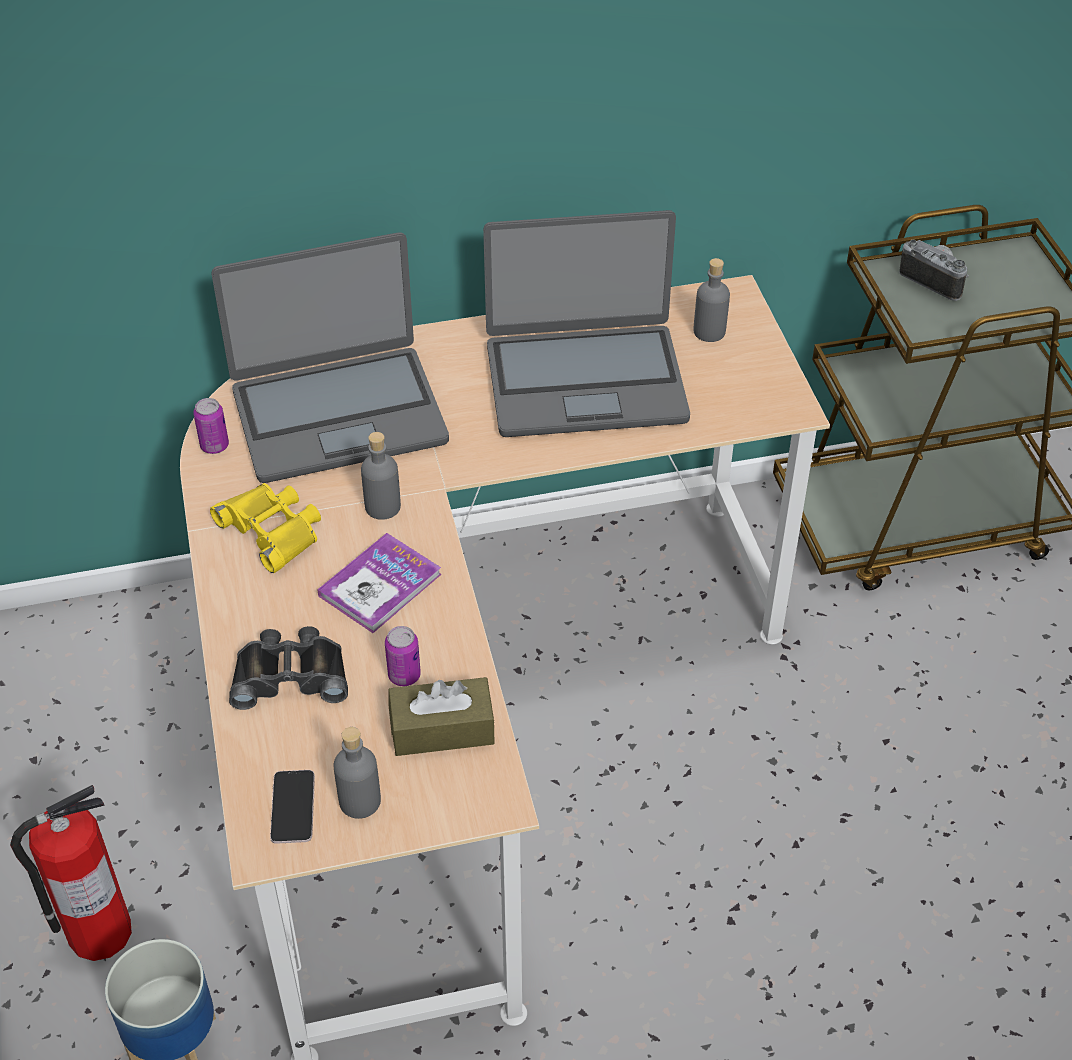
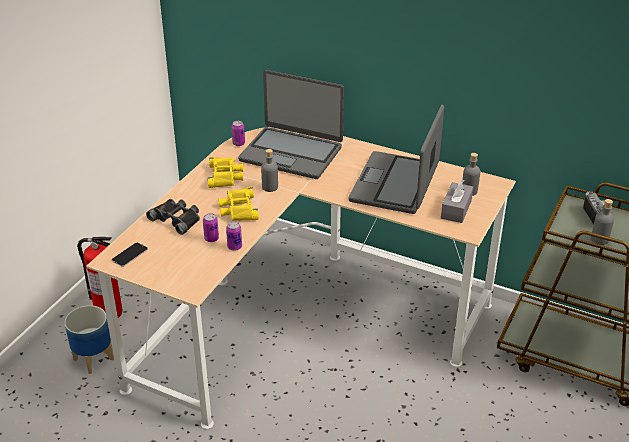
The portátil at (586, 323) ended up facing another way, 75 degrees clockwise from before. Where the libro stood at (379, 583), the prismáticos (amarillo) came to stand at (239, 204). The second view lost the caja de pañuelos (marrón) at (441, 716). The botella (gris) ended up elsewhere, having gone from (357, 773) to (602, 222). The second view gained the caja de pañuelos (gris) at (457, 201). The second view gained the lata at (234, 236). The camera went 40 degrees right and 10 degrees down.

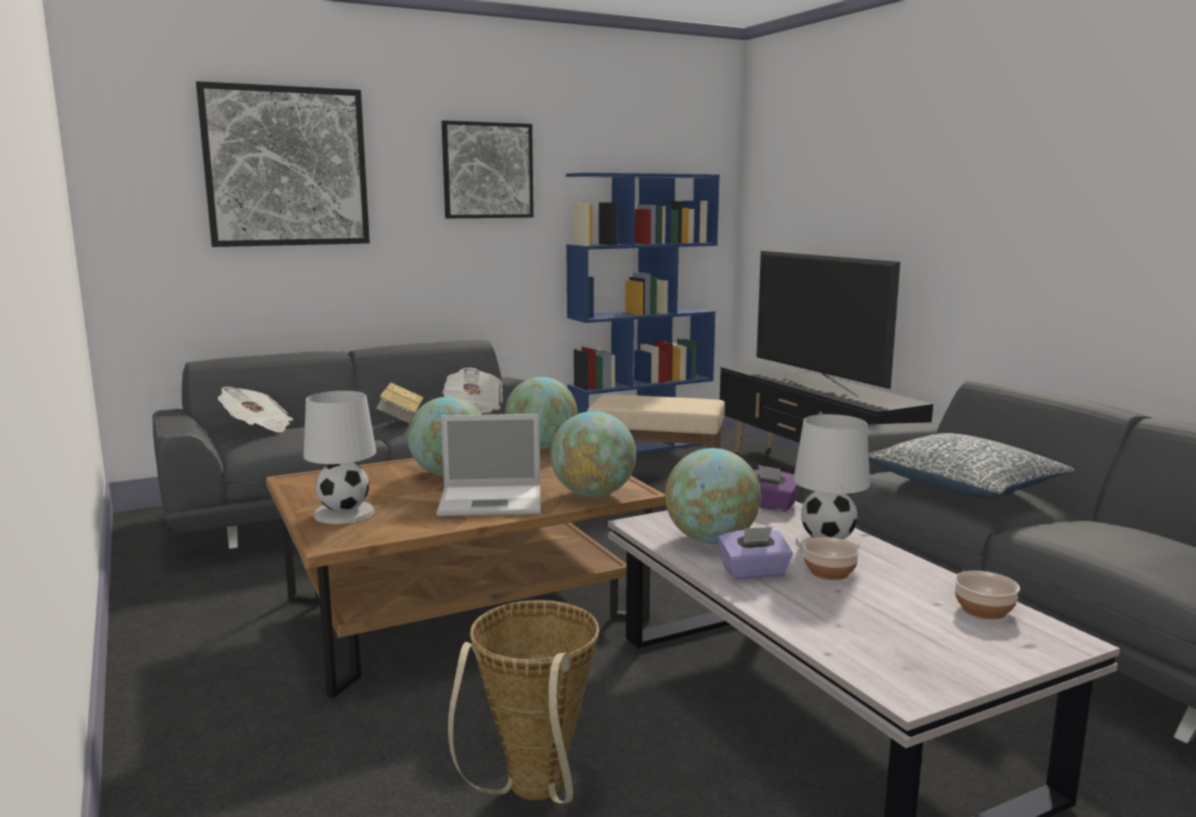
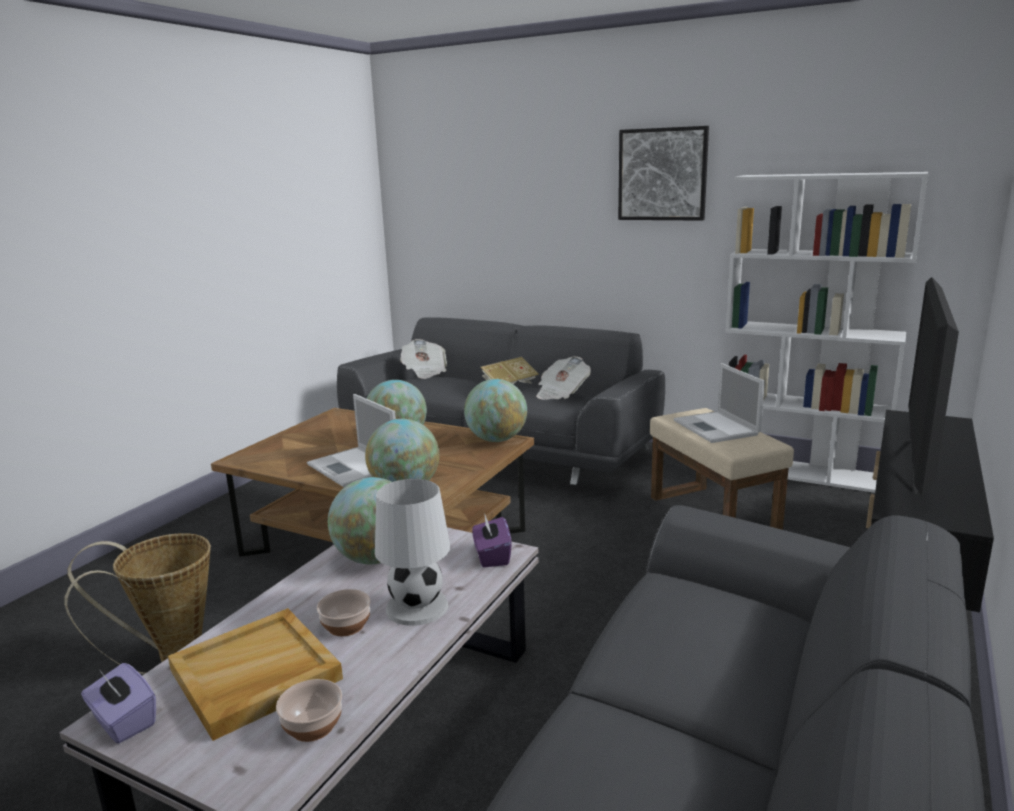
The second view lost the cuadro at (283, 164). What was the estantería (azul) at (643, 313) turned into the estantería (blanco) at (827, 332). The second view lost the lámpara de mesa (blanco) at (339, 457). The second view lost the cojín at (971, 465). The caja de pañuelos (morado) ended up elsewhere, having gone from (755, 553) to (118, 703). The second view gained the portátil at (719, 403). The second view gained the bandeja (beis) at (255, 674). The camera went 55 degrees right and 5 degrees up.

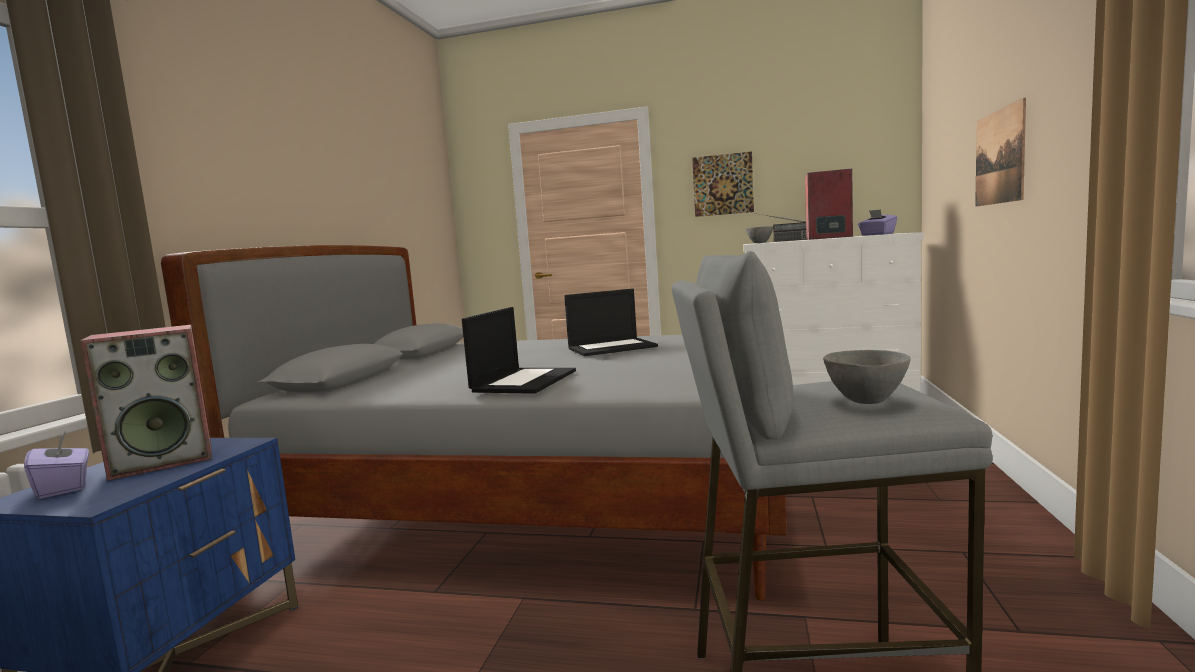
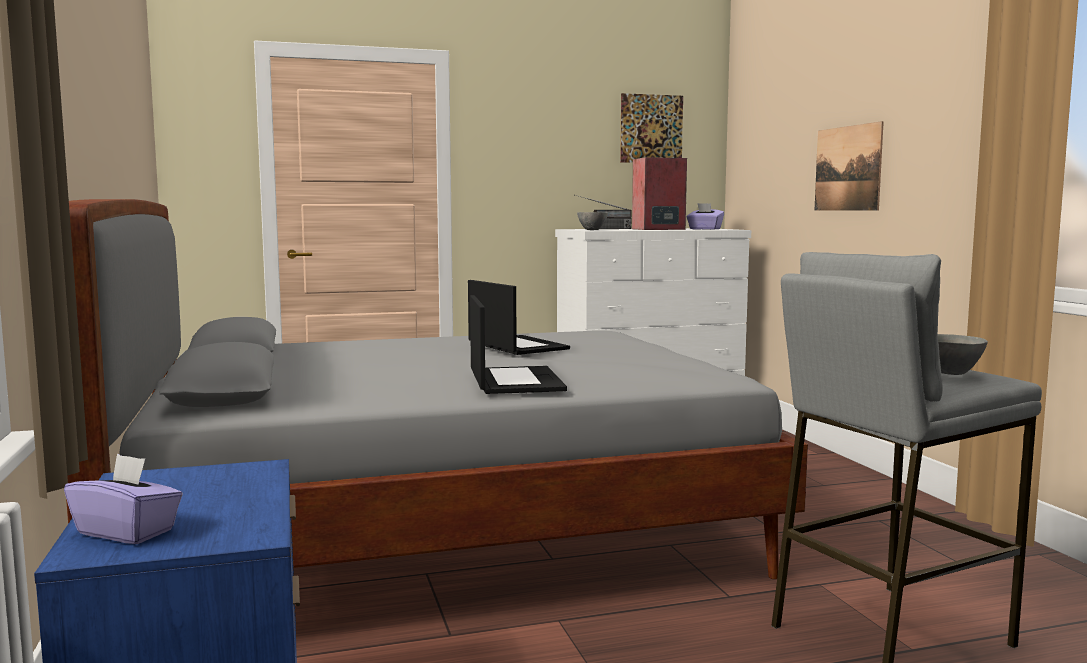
The cuadro ended up elsewhere, having gone from (723, 184) to (651, 128). The portátil at (611, 322) ended up facing another way, 75 degrees counterclockwise from before. The second view lost the altavoz at (146, 403). The camera went 30 degrees left and 0 degrees up.

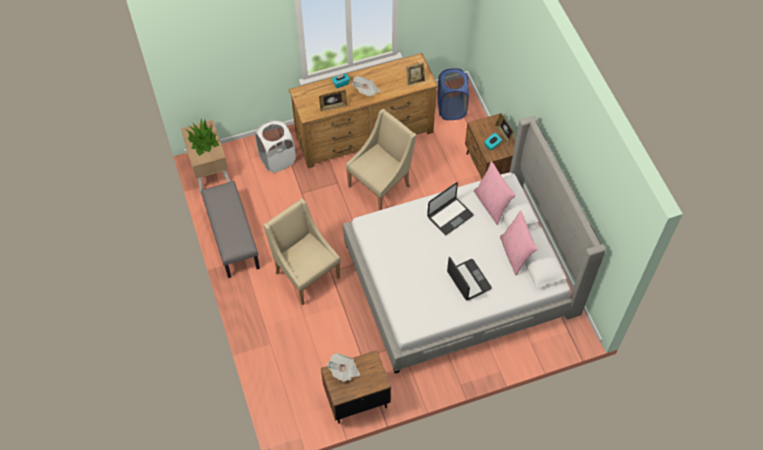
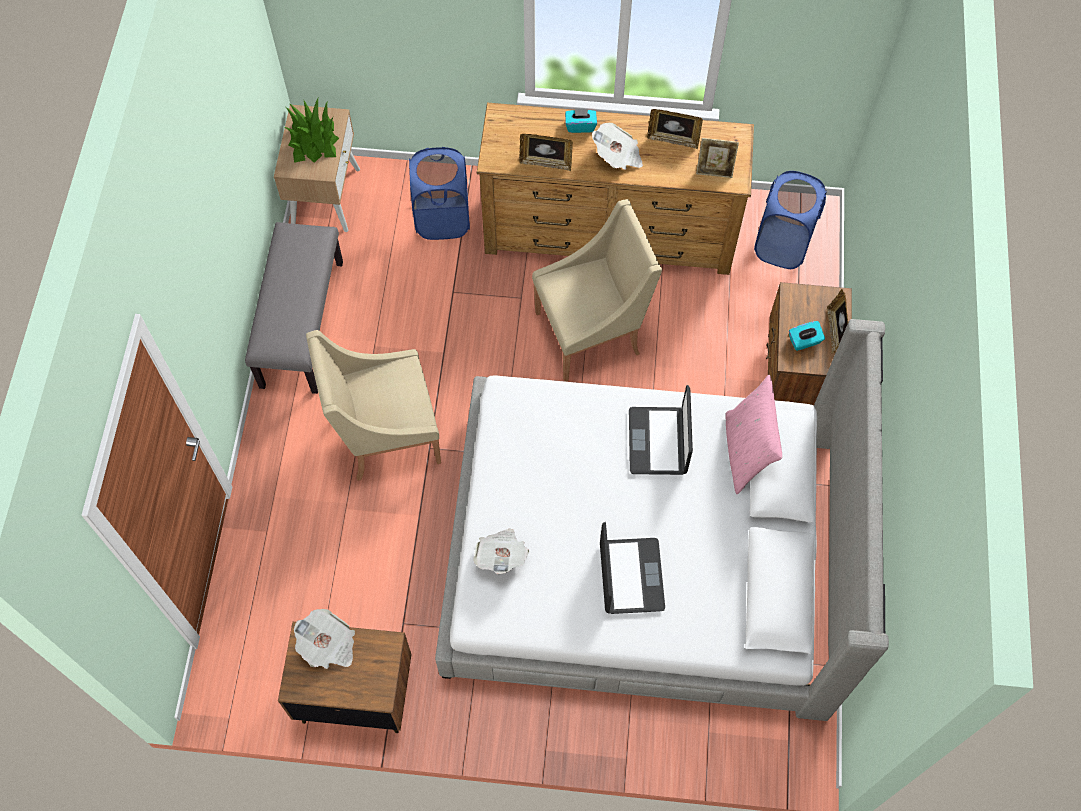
What was the cesto de la ropa (blanco) at (275, 146) turned into the cesto de la ropa (azul) at (439, 193). The portátil at (450, 208) ended up facing another way, 105 degrees clockwise from before. The sillón (beis) at (301, 252) ended up facing another way, 90 degrees counterclockwise from before. The second view lost the cojín (rosa) at (518, 242). The second view gained the portarretratos at (675, 129). The second view gained the periódico at (501, 551). The camera went 25 degrees right and 5 degrees up.

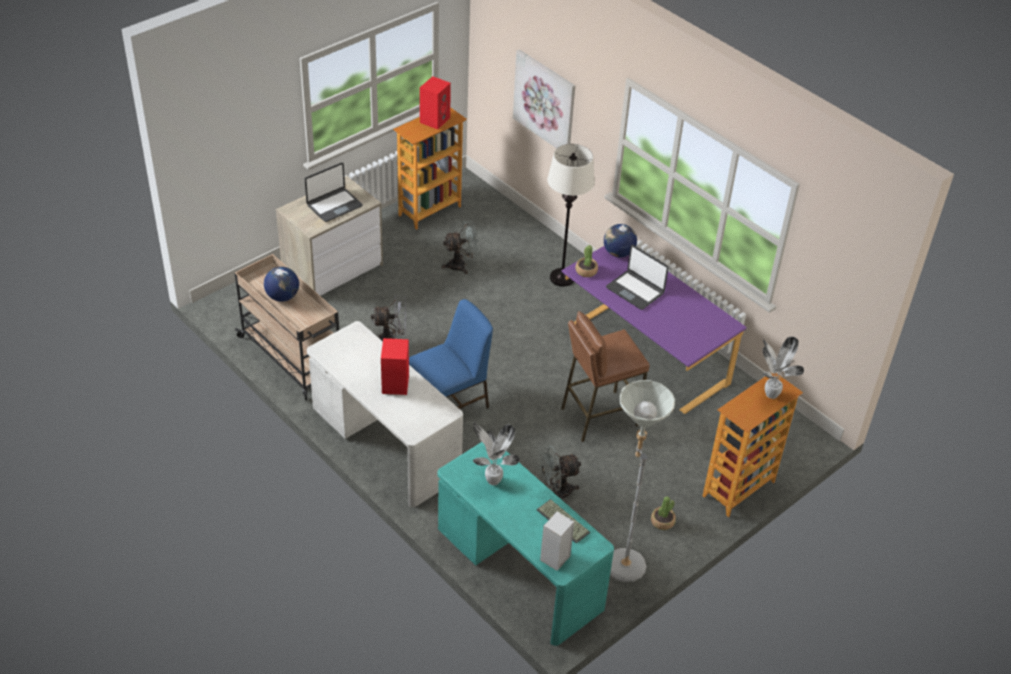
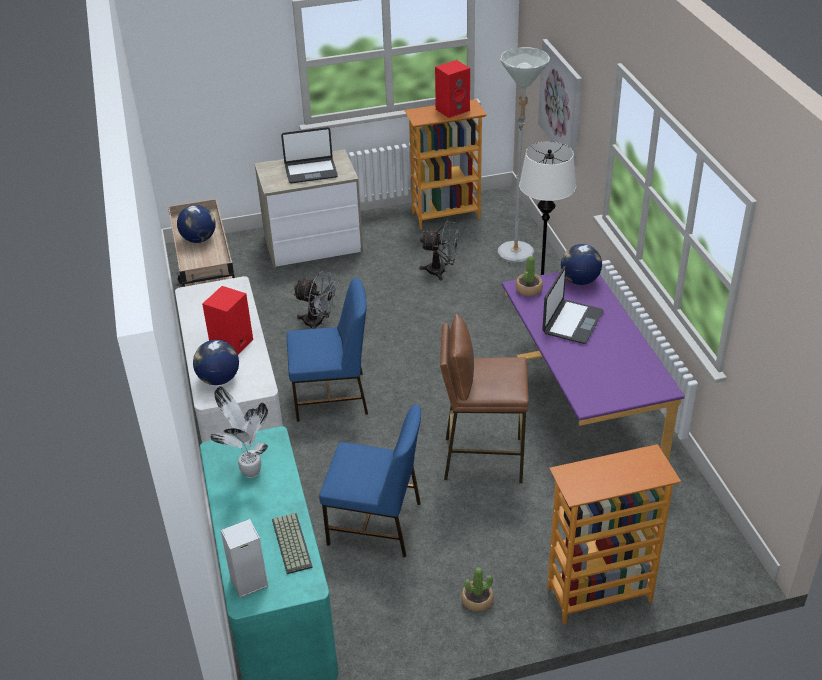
The portátil at (637, 277) ended up facing another way, 135 degrees counterclockwise from before. The second view lost the planta en maceta at (783, 368). The lámpara de pie (gris) ended up elsewhere, having gone from (642, 481) to (524, 155). Where the ventilador (gris) stood at (559, 472), the silla (azul) came to stand at (370, 480). The second view gained the globo terráqueo at (216, 362). The camera went 30 degrees right and 5 degrees down.

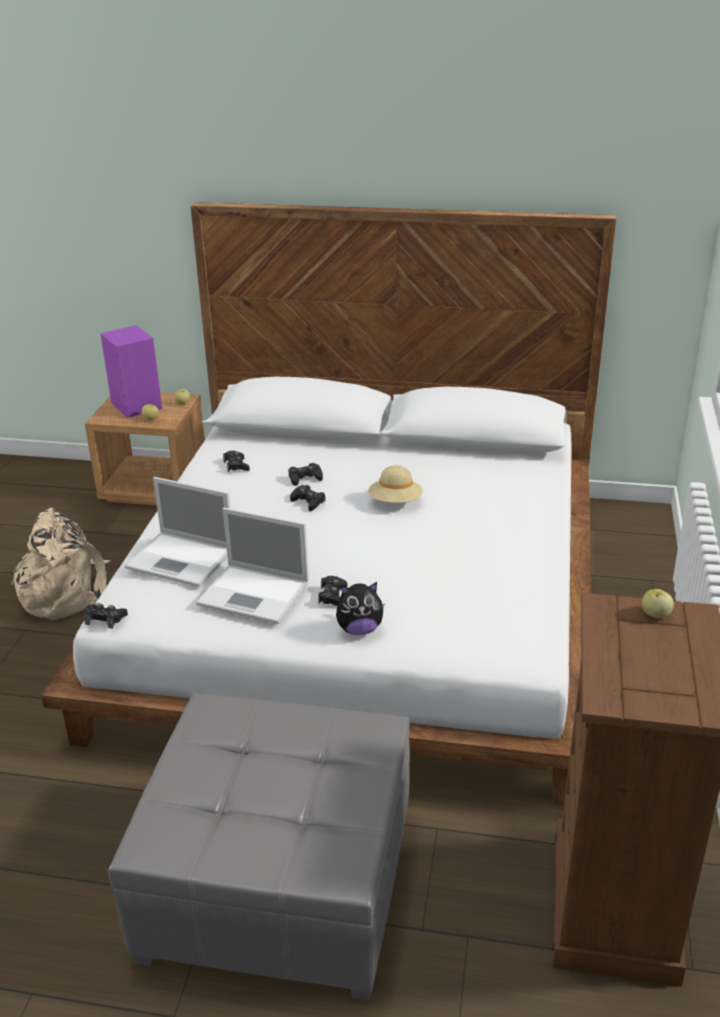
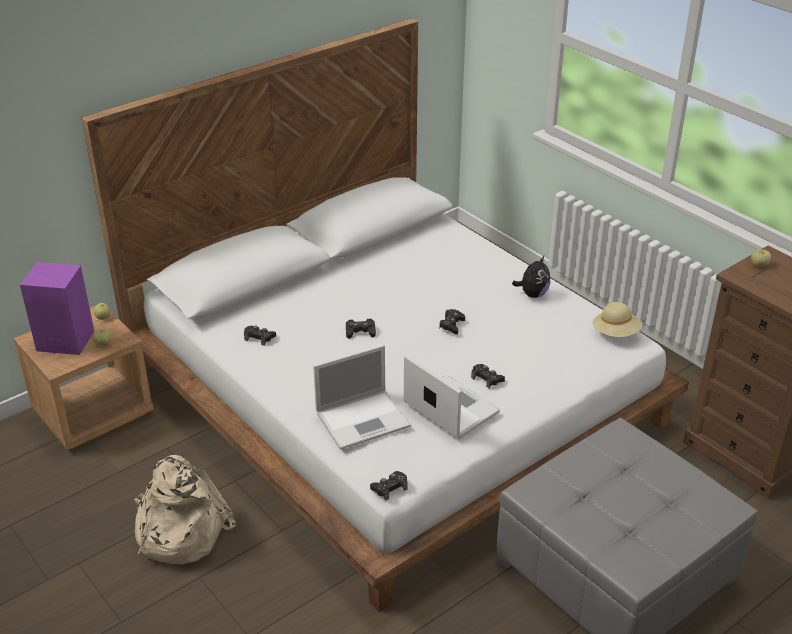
The mando de consola (negro) ended up elsewhere, having gone from (305, 474) to (452, 321). The sombrero (beis) ended up elsewhere, having gone from (395, 484) to (618, 319). The portátil at (252, 566) ended up facing another way, 105 degrees counterclockwise from before. The peluche ended up elsewhere, having gone from (360, 608) to (531, 277). The camera went 50 degrees left and 5 degrees up.

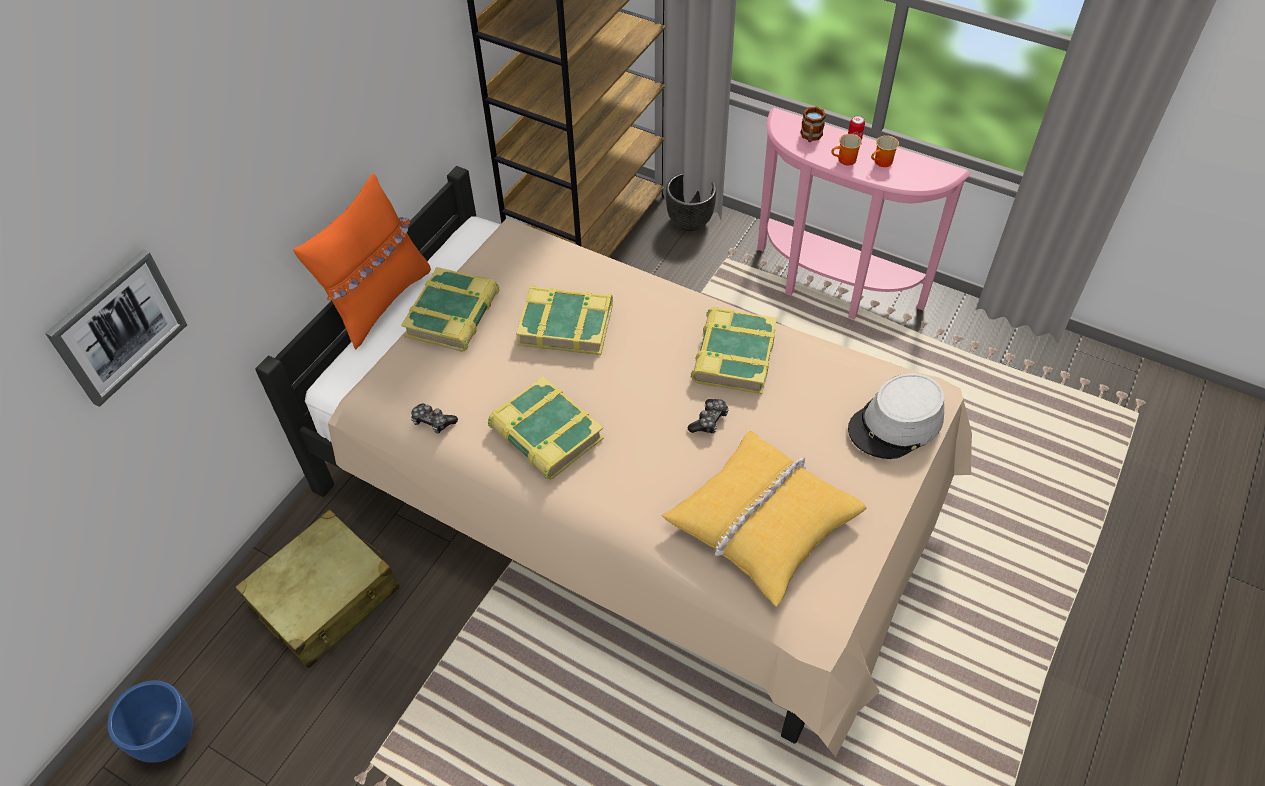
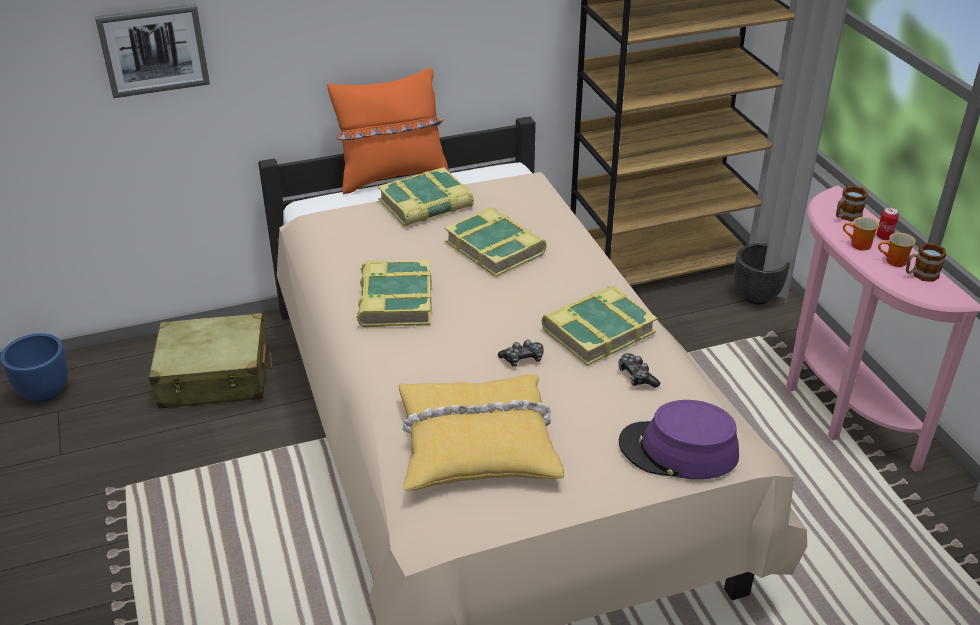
What was the sombrero (gris) at (896, 416) turned into the sombrero (morado) at (679, 439). The mando de consola ended up elsewhere, having gone from (434, 418) to (639, 370). The second view gained the taza grande at (926, 262). The camera went 40 degrees right and 15 degrees down.

